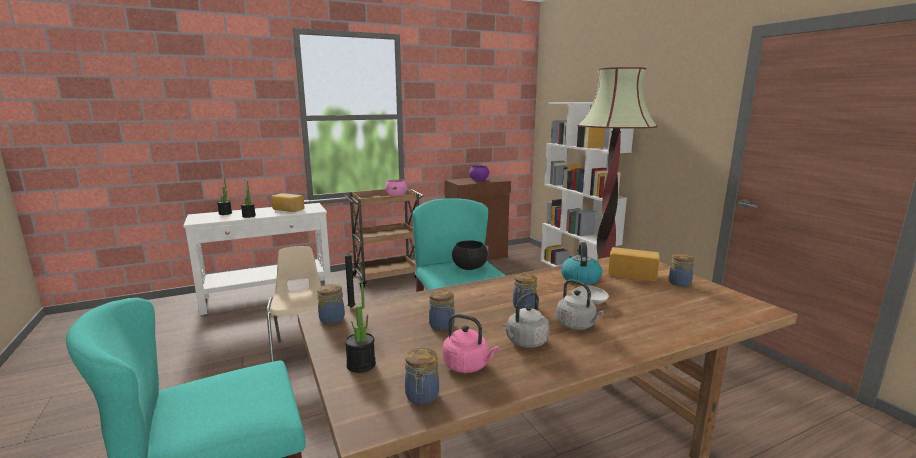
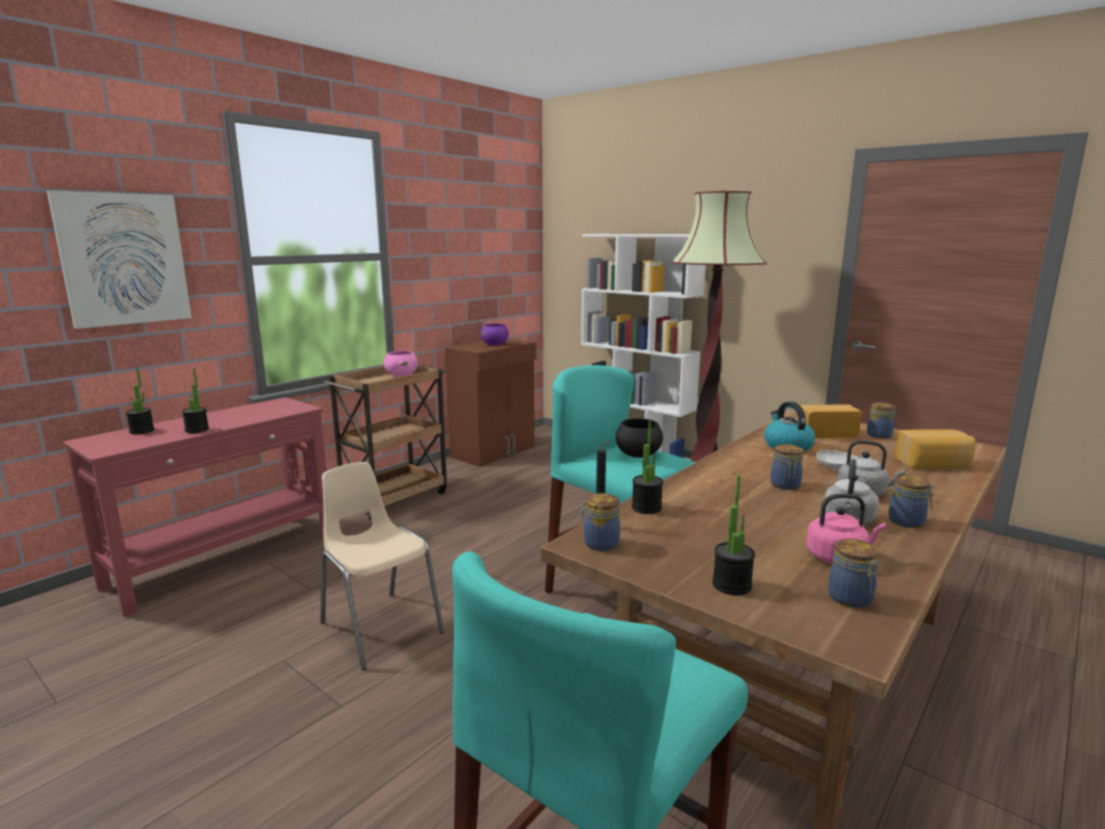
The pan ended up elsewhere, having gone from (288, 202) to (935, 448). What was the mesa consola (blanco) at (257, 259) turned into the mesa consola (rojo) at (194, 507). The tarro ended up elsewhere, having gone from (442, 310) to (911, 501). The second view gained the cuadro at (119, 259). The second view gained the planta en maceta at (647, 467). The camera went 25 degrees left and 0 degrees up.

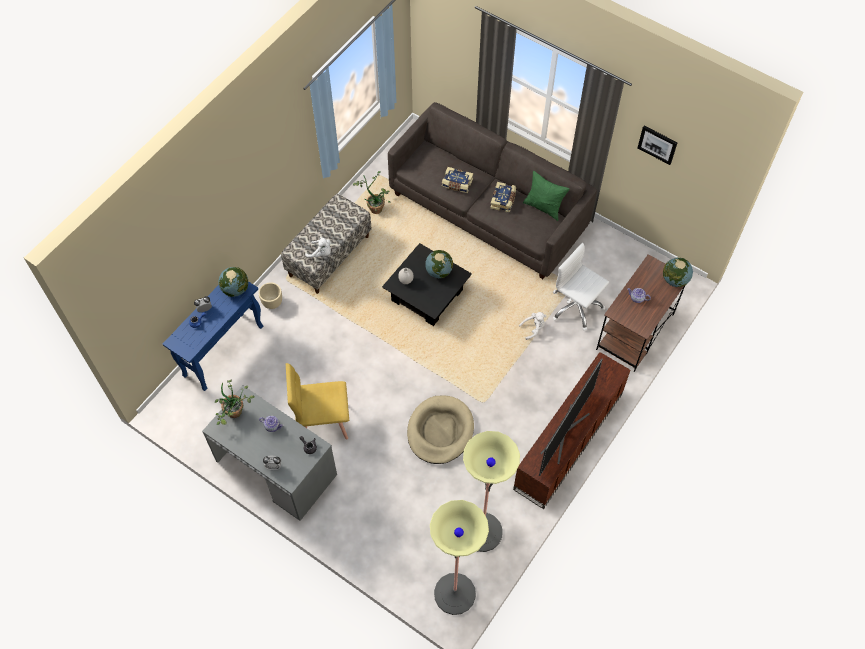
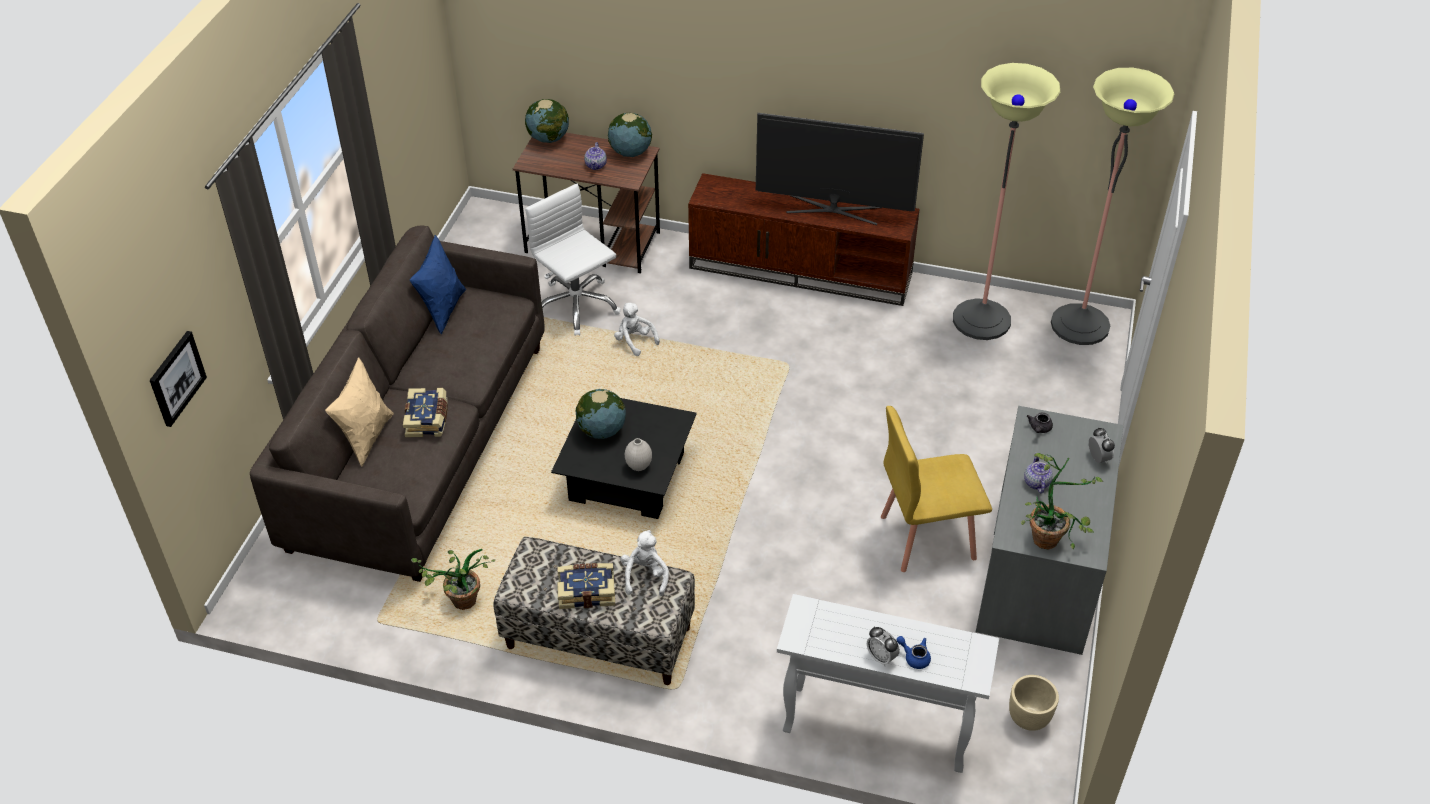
The cuadro ended up elsewhere, having gone from (658, 145) to (178, 379). What was the cojín (verde) at (546, 196) turned into the cojín (azul) at (438, 284). The libro ended up elsewhere, having gone from (503, 197) to (586, 586). The silla de oficina (blanco) at (581, 287) ended up facing another way, 120 degrees clockwise from before. The globo terráqueo ended up elsewhere, having gone from (233, 282) to (630, 135). What was the mesa consola (azul) at (213, 336) turned into the mesa consola (blanco) at (888, 683). The maceta (beis) ended up elsewhere, having gone from (270, 295) to (1034, 703). The silla (amarillo) at (317, 401) ended up facing another way, 105 degrees clockwise from before. The second view lost the cama para perro (beis) at (440, 429). The second view gained the cojín (beis) at (359, 411). The camera went 110 degrees left and 15 degrees down.

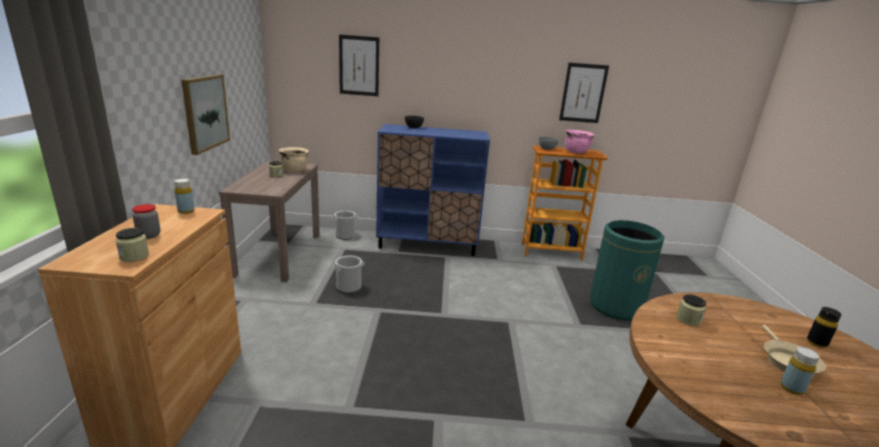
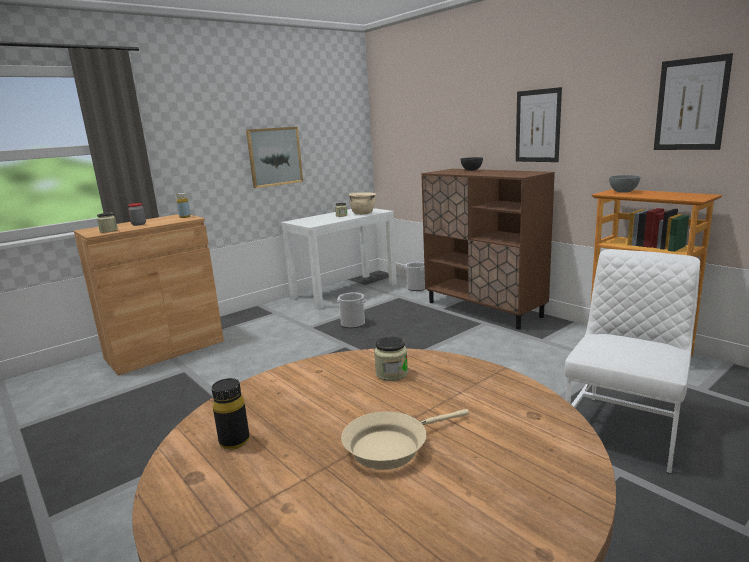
The cuadro ended up elsewhere, having gone from (359, 65) to (539, 124). What was the armario (azul) at (433, 190) turned into the armario (marrón) at (488, 249). The second view lost the olla (rosa) at (579, 141). What was the mesa consola (marrón) at (269, 221) turned into the mesa consola (blanco) at (339, 258). Where the papelera (verde) stood at (626, 270), the silla (blanco) came to stand at (632, 361). The botella (negro) ended up elsewhere, having gone from (824, 327) to (231, 414). The second view lost the botella (amarillo) at (800, 371). The camera went 50 degrees right and 5 degrees down.

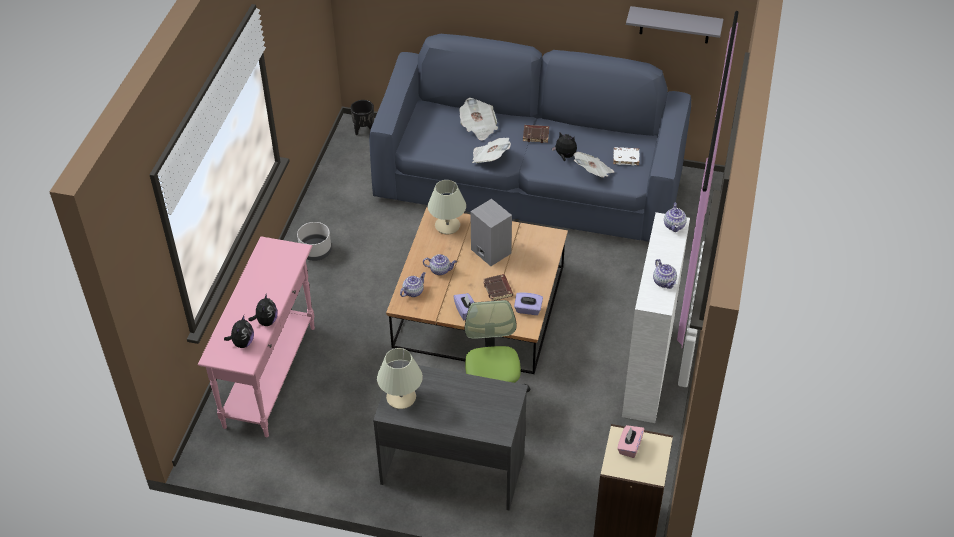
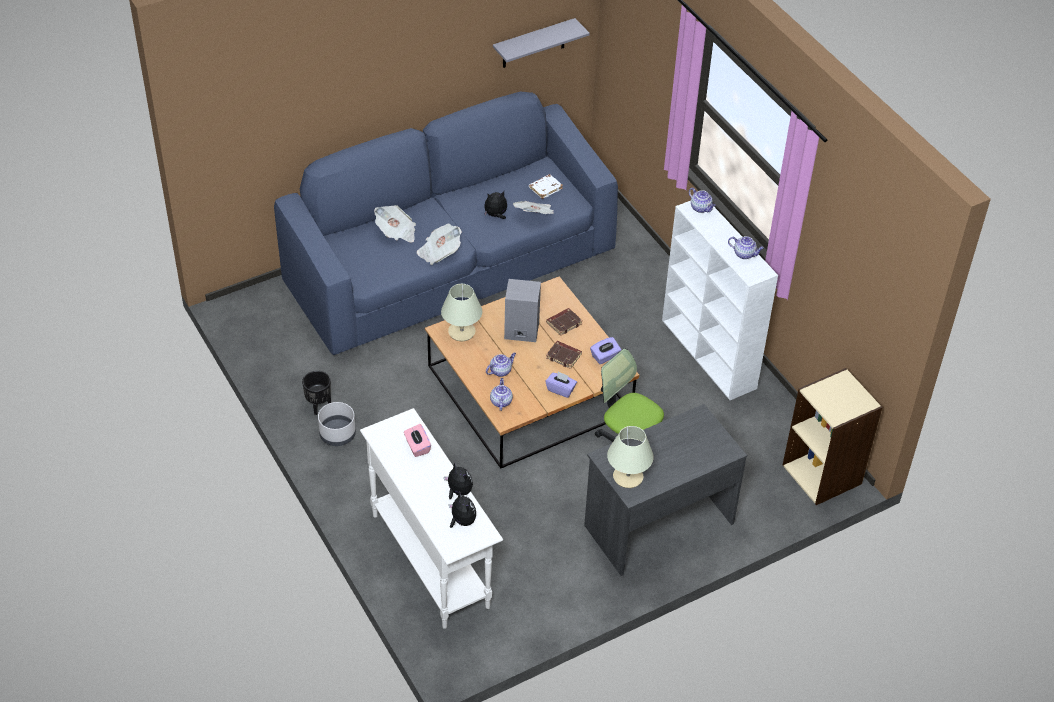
The maceta (negro) ended up elsewhere, having gone from (362, 117) to (316, 393). The libro (marrón) ended up elsewhere, having gone from (536, 134) to (564, 322). What was the mesa consola (rosa) at (256, 336) turned into the mesa consola (blanco) at (431, 518). The caja de pañuelos (rosa) ended up elsewhere, having gone from (630, 441) to (417, 440). The camera went 45 degrees left and 0 degrees up.

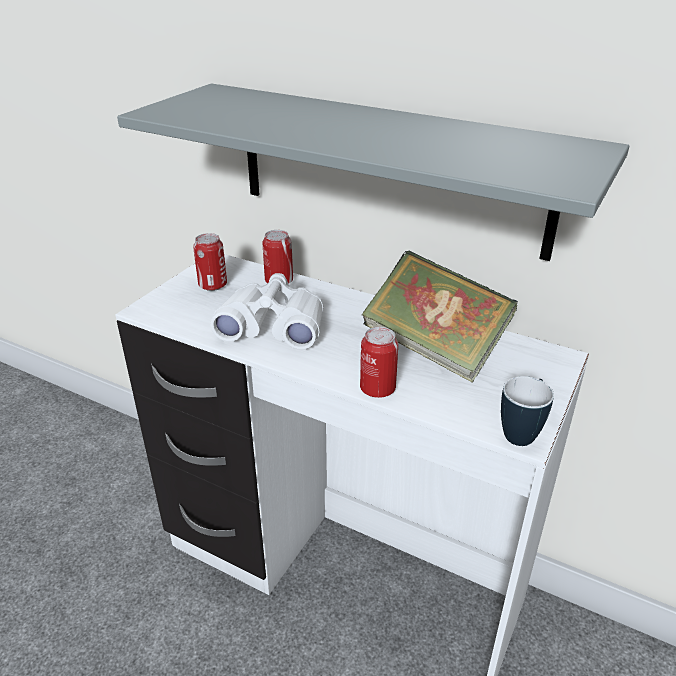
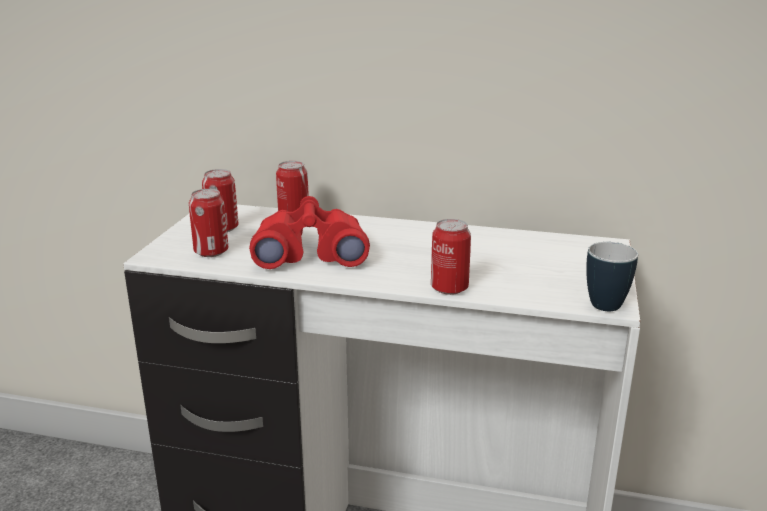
The second view lost the estante (gris) at (373, 172). The second view lost the libro at (439, 317). What was the prismáticos (blanco) at (267, 311) turned into the prismáticos (rojo) at (309, 232). The second view gained the lata at (208, 223). The camera went 15 degrees left and 10 degrees down.

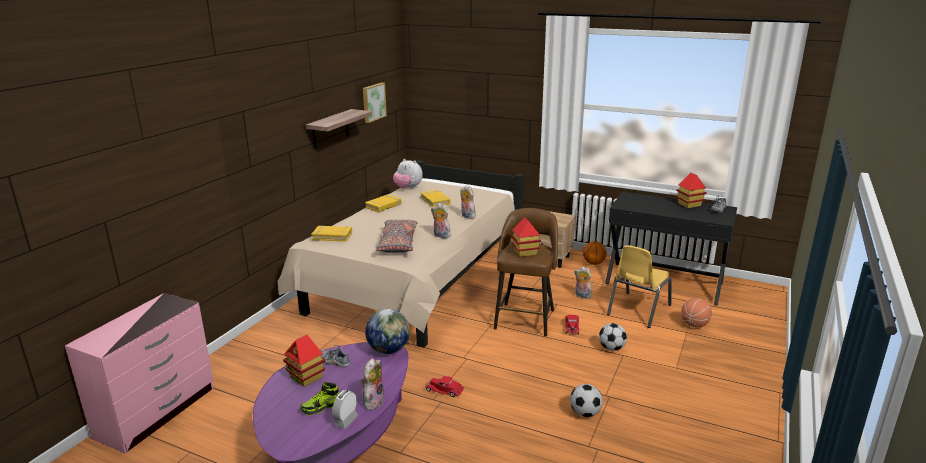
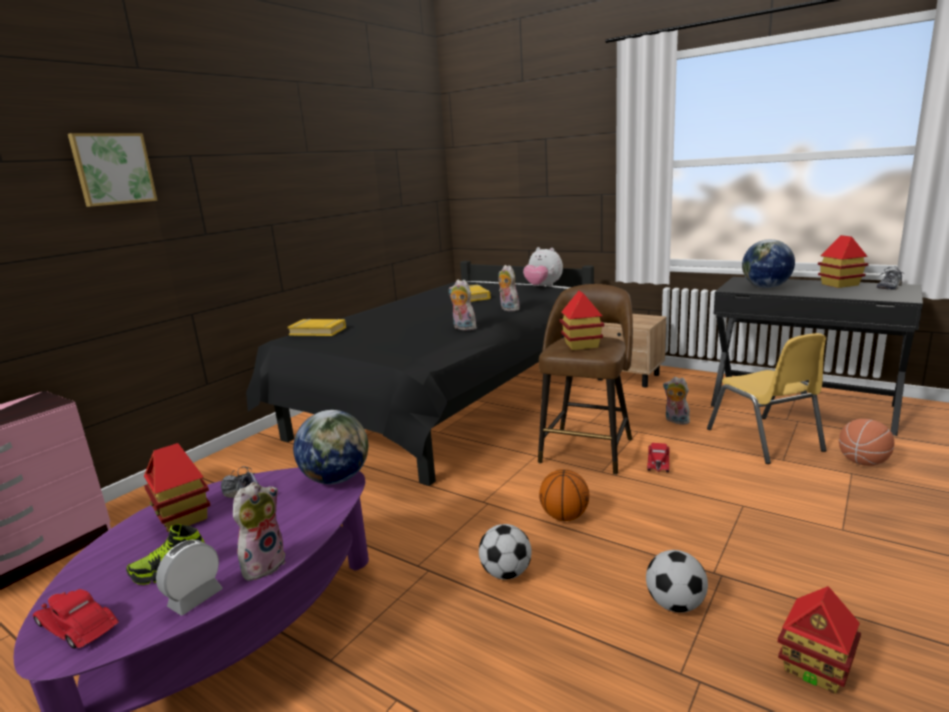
The cuadro ended up elsewhere, having gone from (375, 103) to (113, 170). The second view lost the estante at (339, 128). The peluche ended up elsewhere, having gone from (408, 173) to (543, 267). What was the cama (beis) at (400, 254) turned into the cama (negro) at (420, 373). The second view lost the libro (amarillo) at (383, 203). The second view lost the cojín (gris) at (397, 236). The balón de baloncesto ended up elsewhere, having gone from (594, 253) to (564, 495). The silla (amarillo) at (639, 286) ended up facing another way, 60 degrees counterclockwise from before. The balón de fútbol ended up elsewhere, having gone from (613, 337) to (505, 552). The coche de juguete (rojo) ended up elsewhere, having gone from (444, 386) to (76, 619). The second view gained the globo terráqueo at (768, 263). The second view gained the casita at (819, 640). The camera went 10 degrees right and 5 degrees down.

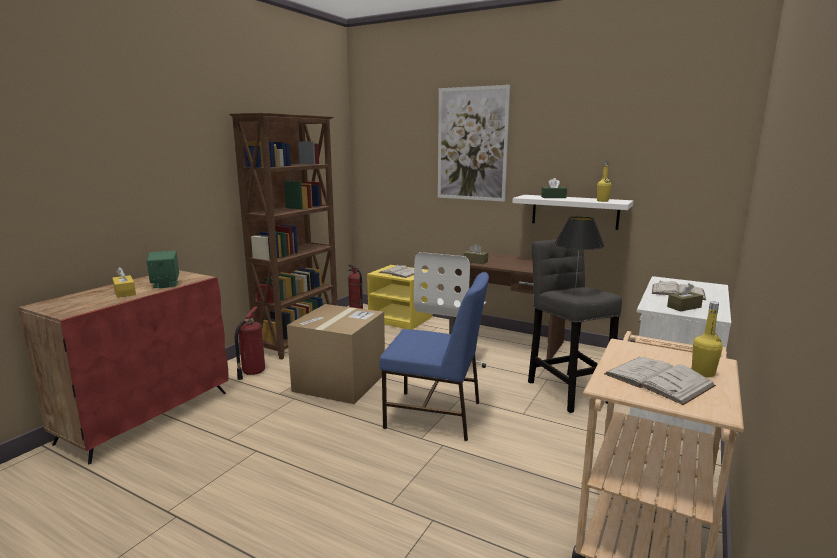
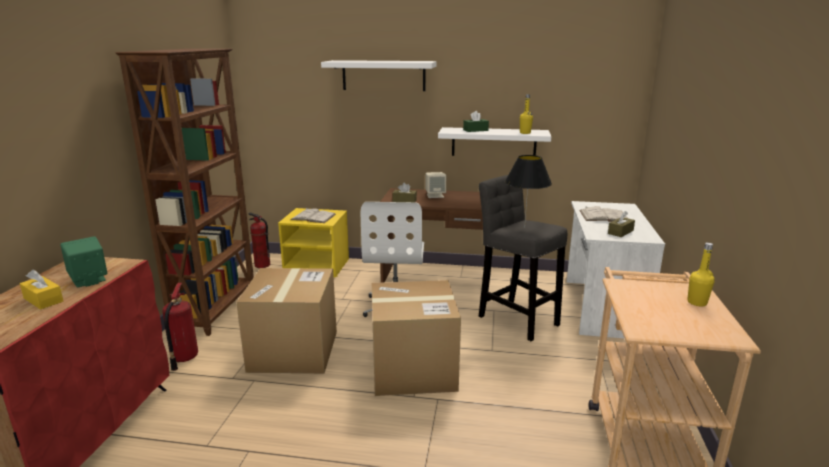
Where the cuadro hung at (474, 143), the estante (blanco) came to hang at (379, 75). Where the silla (azul) stood at (434, 356), the caja de cartón came to stand at (416, 338). The second view lost the libro (blanco) at (660, 381). The second view gained the altavoz (beis) at (435, 185). The camera went 20 degrees left and 5 degrees up.

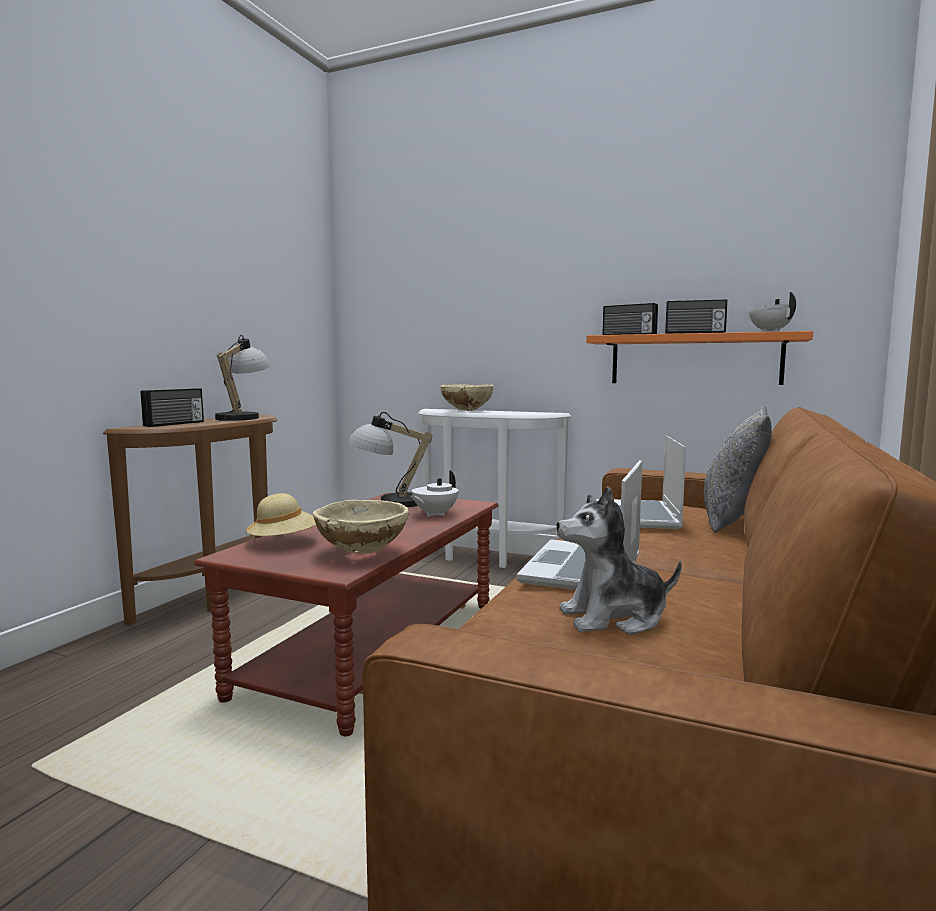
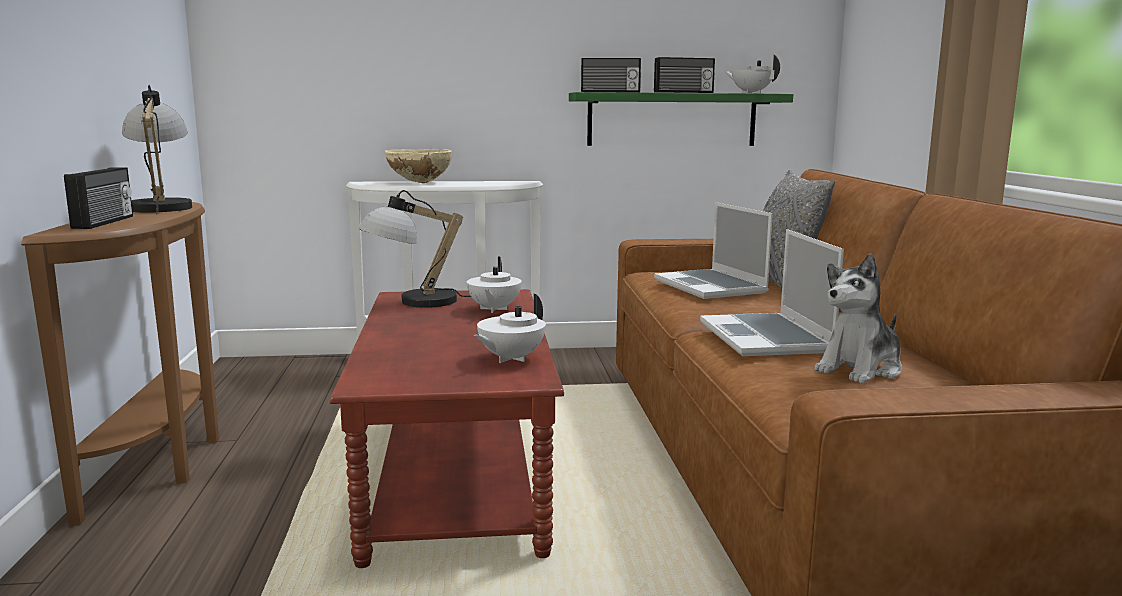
What was the estante (naranja) at (699, 358) turned into the estante (verde) at (681, 119). The second view lost the sombrero (beis) at (281, 519). Where the cuenco (beis) stood at (361, 527), the tetera (blanco) came to stand at (510, 328). The camera went 30 degrees left and 5 degrees up.

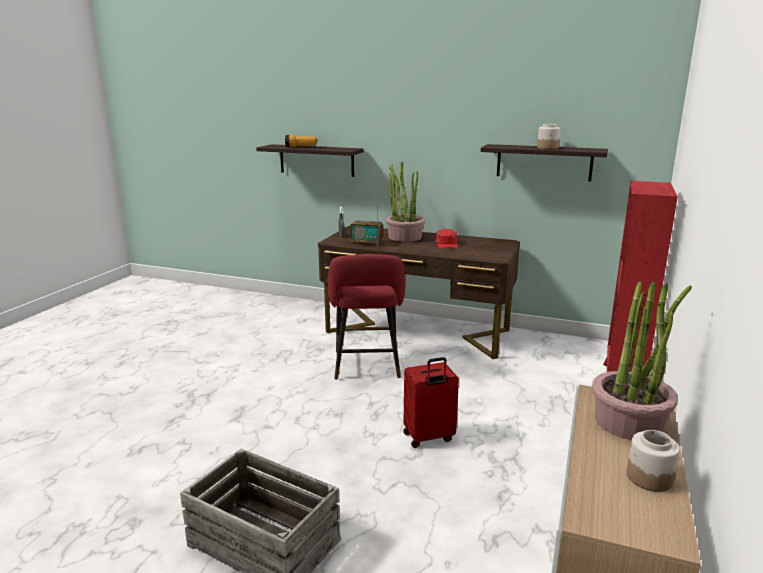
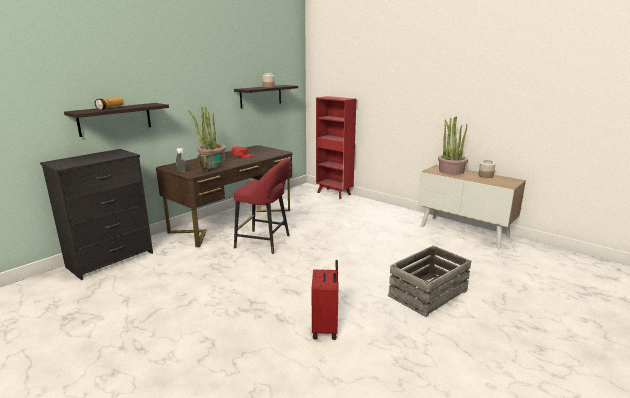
The maleta (rojo) ended up elsewhere, having gone from (431, 402) to (325, 300). The second view gained the cómoda (negro) at (96, 214). The camera went 70 degrees left and 0 degrees up.

